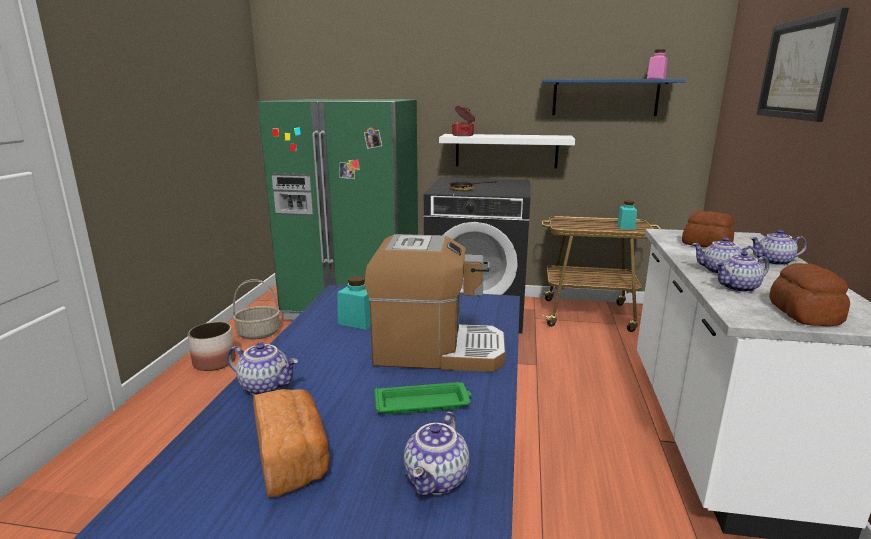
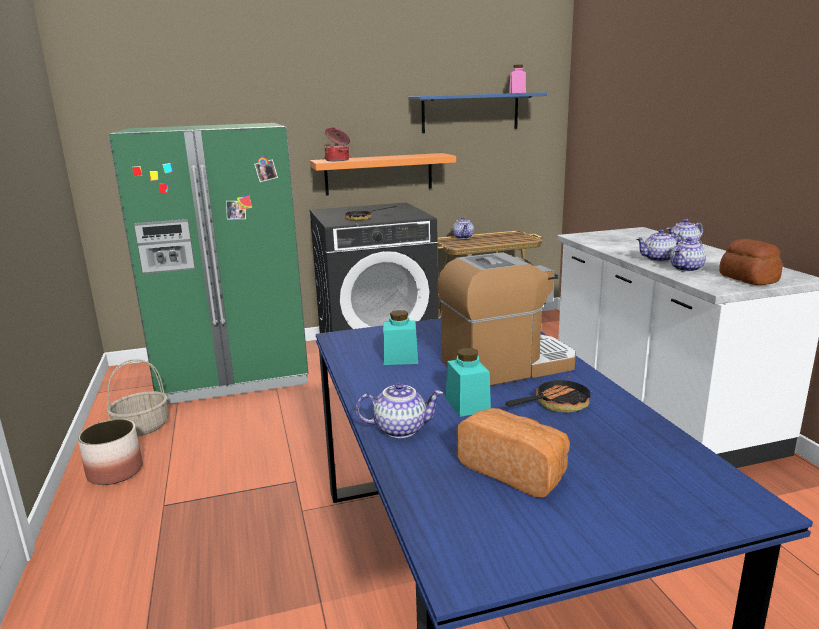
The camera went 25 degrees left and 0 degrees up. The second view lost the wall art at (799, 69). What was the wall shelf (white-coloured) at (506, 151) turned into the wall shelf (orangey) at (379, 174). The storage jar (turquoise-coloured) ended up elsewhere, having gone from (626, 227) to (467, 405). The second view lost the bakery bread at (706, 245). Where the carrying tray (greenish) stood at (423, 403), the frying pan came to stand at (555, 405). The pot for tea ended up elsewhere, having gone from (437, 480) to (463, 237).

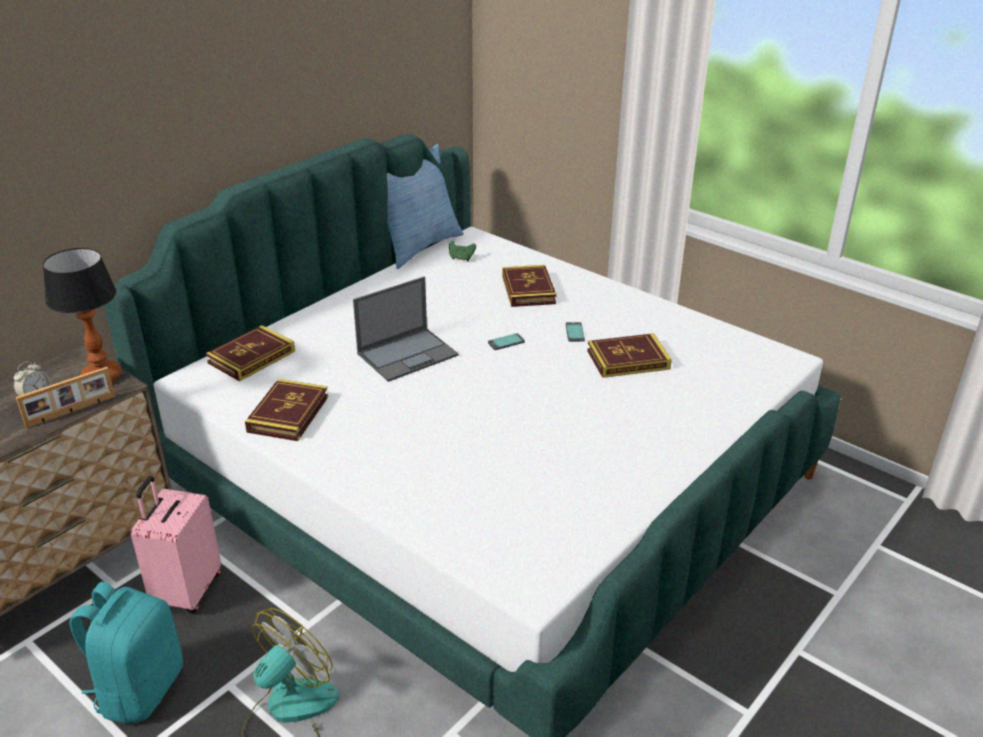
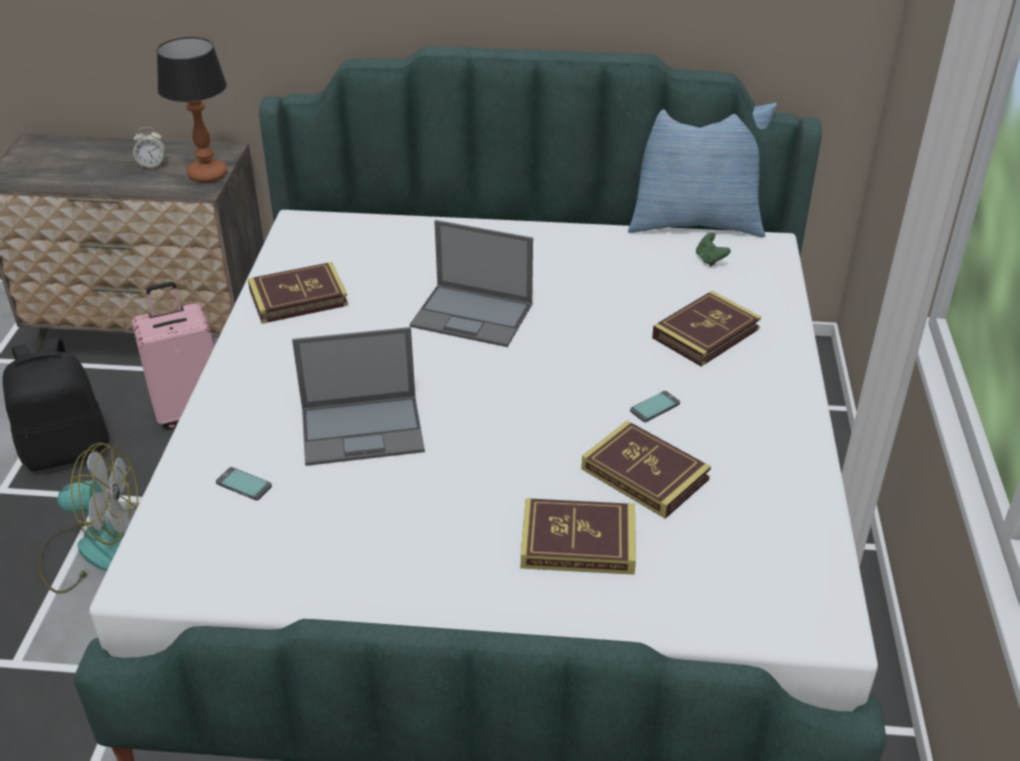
The camera went 55 degrees right and 5 degrees up. The book ended up elsewhere, having gone from (251, 357) to (578, 542). The telephone ended up elsewhere, having gone from (506, 342) to (243, 485). The second view lost the standing frame at (71, 412). What was the rucksack (turquoise-coloured) at (139, 689) turned into the rucksack (black-coloured) at (66, 450). The second view gained the laptop at (364, 429).

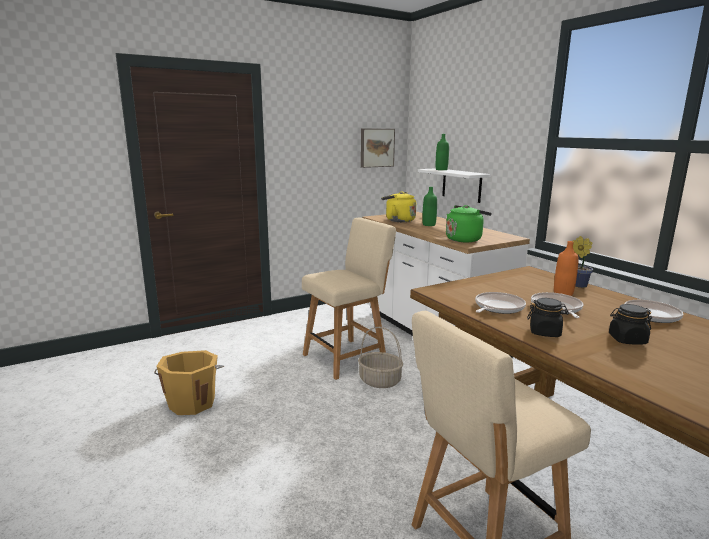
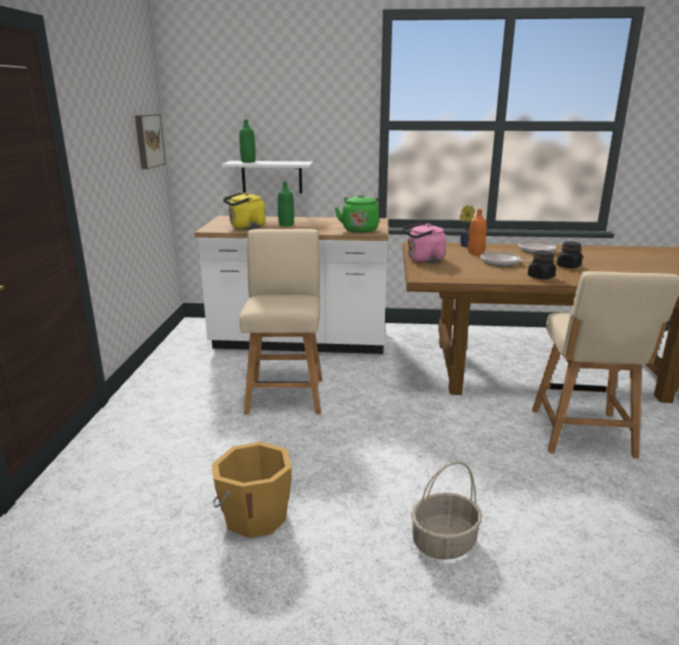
The camera went 55 degrees left and 5 degrees up. The second view lost the frying pan at (497, 307). The household basket ended up elsewhere, having gone from (379, 381) to (444, 543). The second view gained the tea kettle (pink-coloured) at (423, 260).

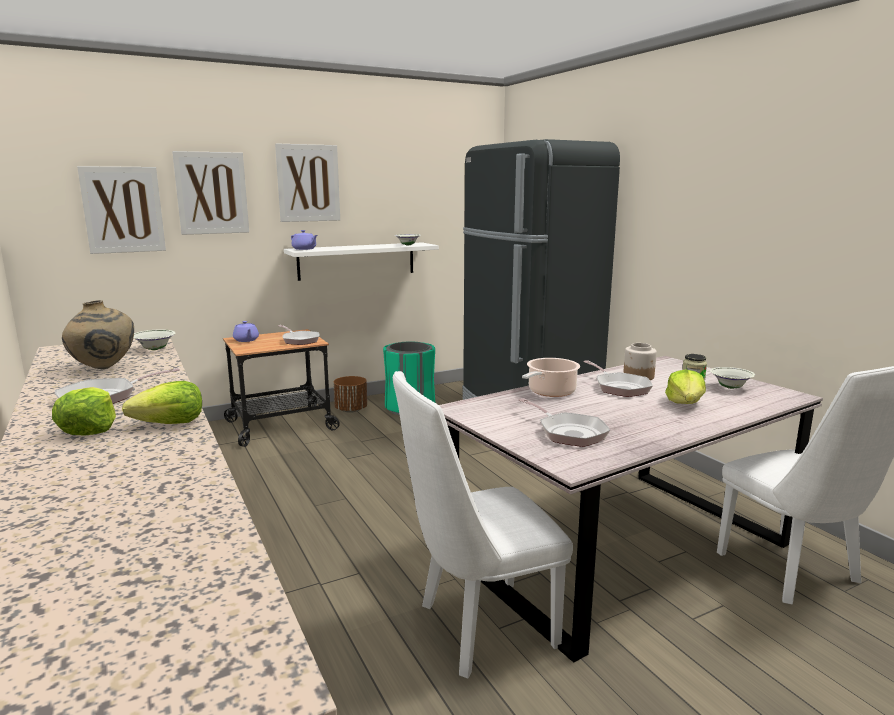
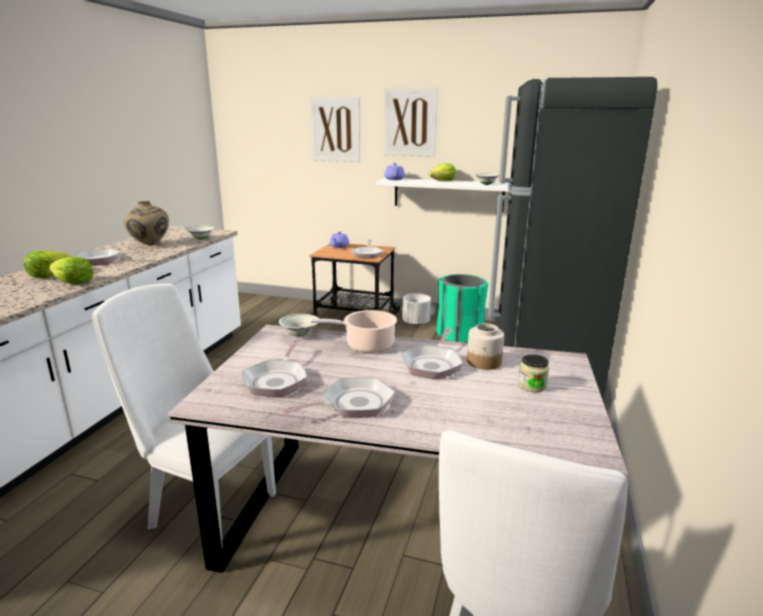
The camera went 45 degrees right and 5 degrees up. The second view lost the wall art at (123, 210). The deep dish (white-coloured) ended up elsewhere, having gone from (730, 387) to (300, 335). The lettuce ended up elsewhere, having gone from (685, 403) to (442, 181). What was the flower pot (brown-coloured) at (351, 410) turned into the flower pot (white-coloured) at (416, 323). The second view gained the frying pan at (353, 404).

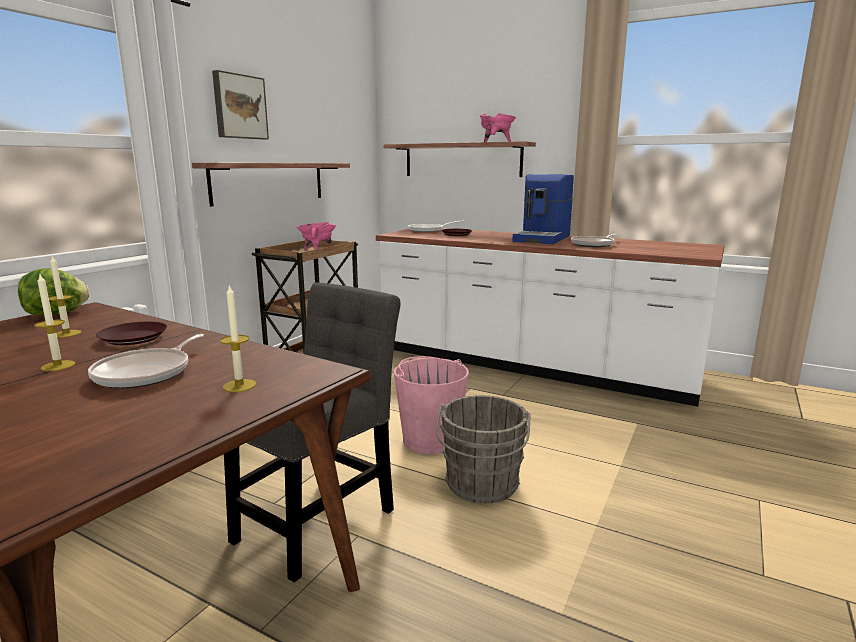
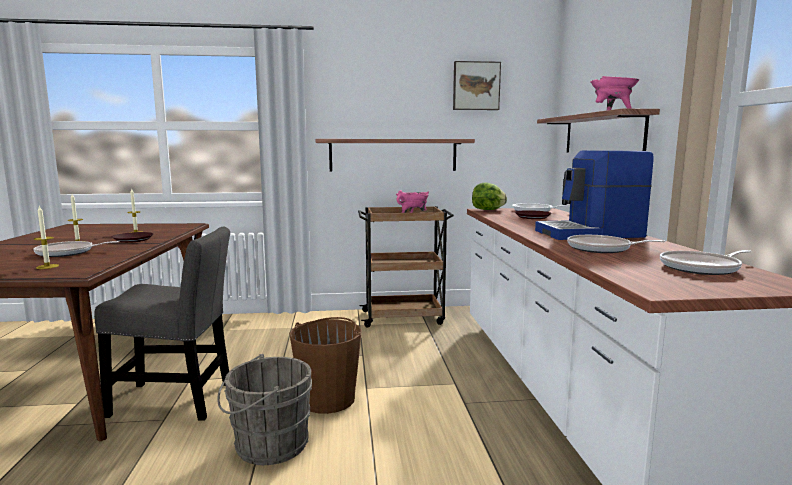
The camera went 55 degrees right and 5 degrees down. The wall art ended up elsewhere, having gone from (239, 107) to (476, 86). The lettuce ended up elsewhere, having gone from (57, 314) to (488, 210). What was the bucket (pink-coloured) at (430, 439) turned into the bucket (brown-coloured) at (328, 399). The second view gained the frying pan at (702, 268).

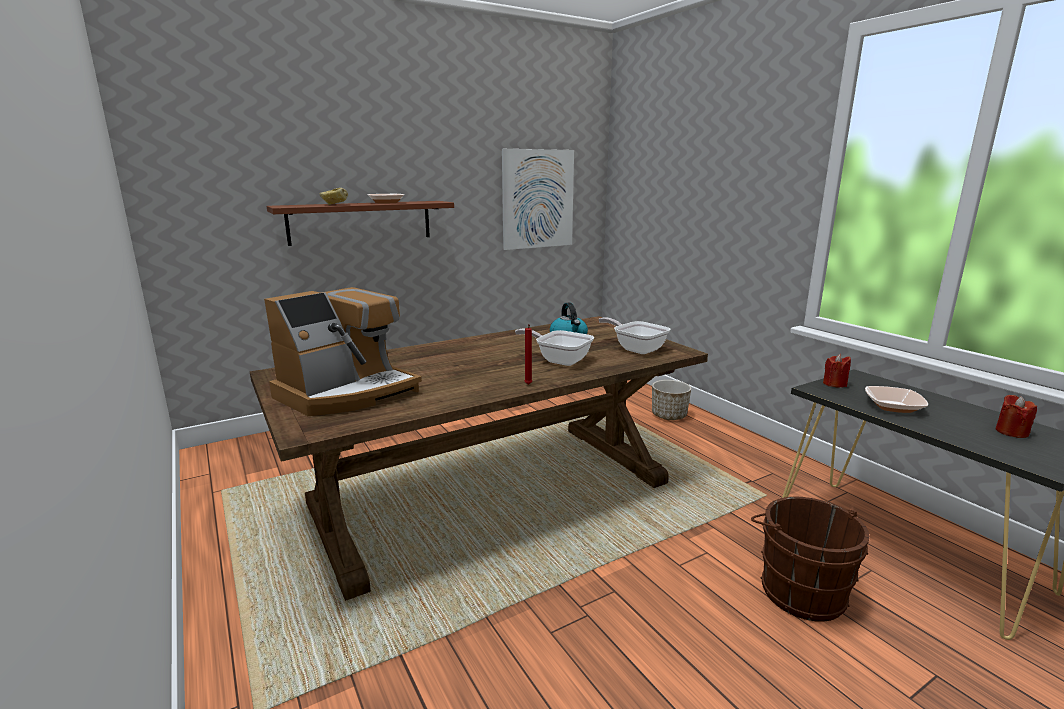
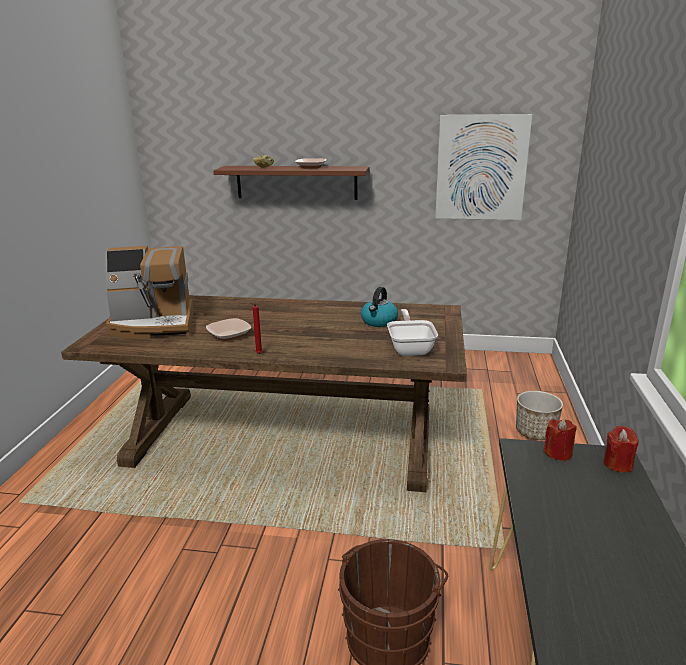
The camera went 40 degrees right and 5 degrees up. The second view lost the frying pan at (559, 360). The deep dish ended up elsewhere, having gone from (893, 406) to (229, 335). The wax light (red) ended up elsewhere, having gone from (1011, 432) to (618, 464).

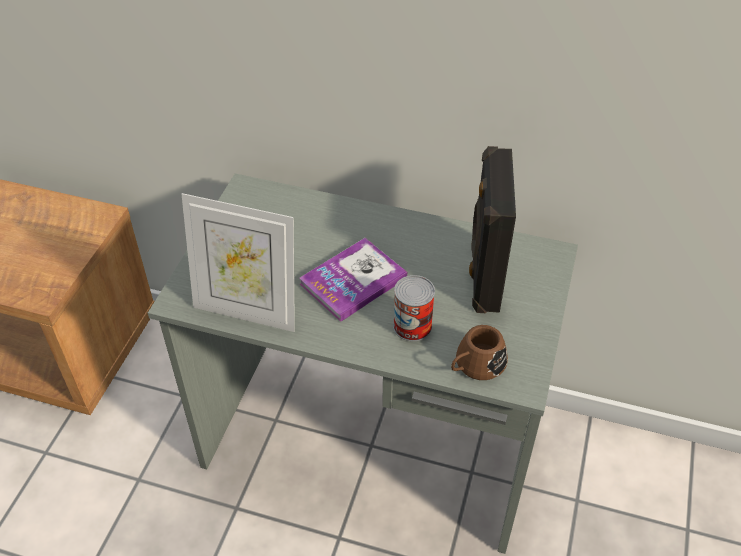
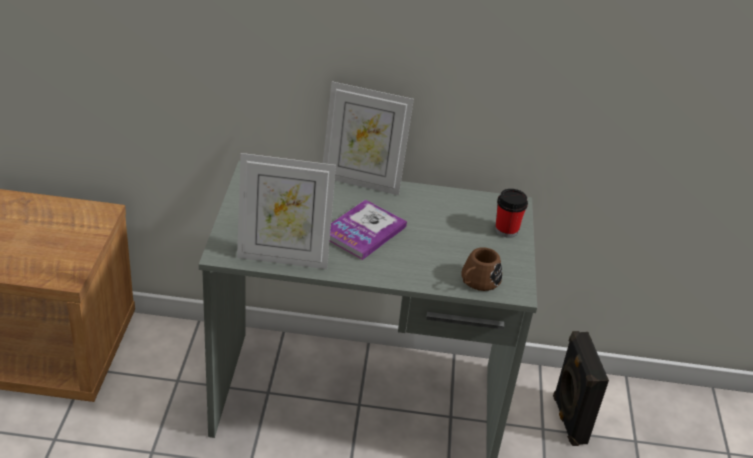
The camera went 15 degrees left and 10 degrees down. The loudspeaker (black-coloured) ended up elsewhere, having gone from (483, 277) to (568, 419). The second view lost the can at (412, 326). The second view gained the standing frame at (362, 181). The second view gained the small cup at (506, 230).

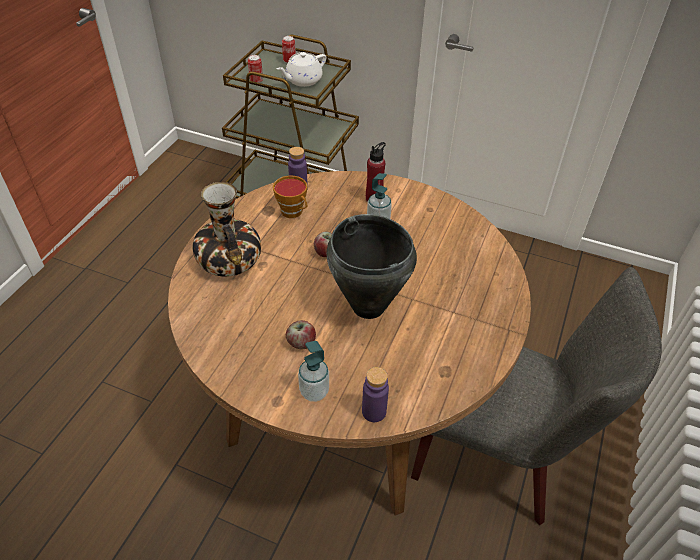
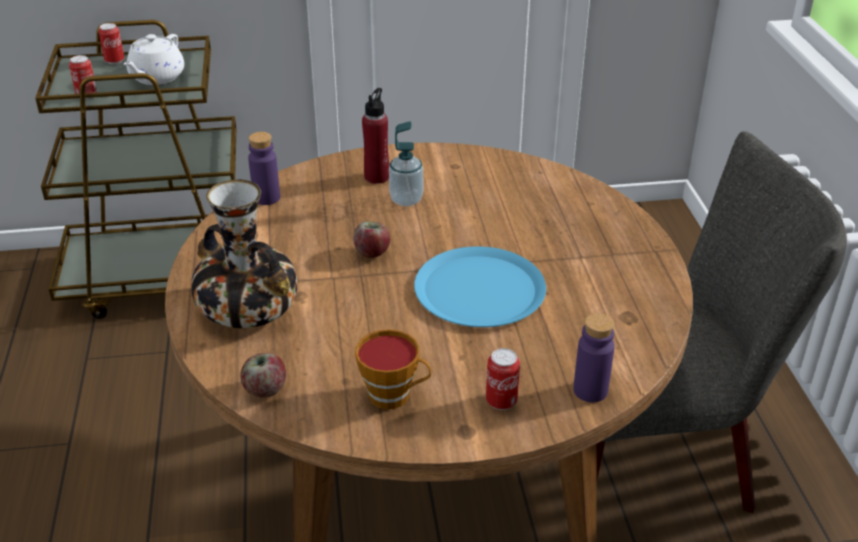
The camera went 30 degrees left and 10 degrees down. The small cup ended up elsewhere, having gone from (294, 212) to (394, 395). Where the stockpot (black-coloured) stood at (368, 307), the flat dish (blue) came to stand at (479, 289). The apple ended up elsewhere, having gone from (301, 342) to (265, 389). Where the liquid soap bottle stood at (314, 391), the can came to stand at (501, 401).

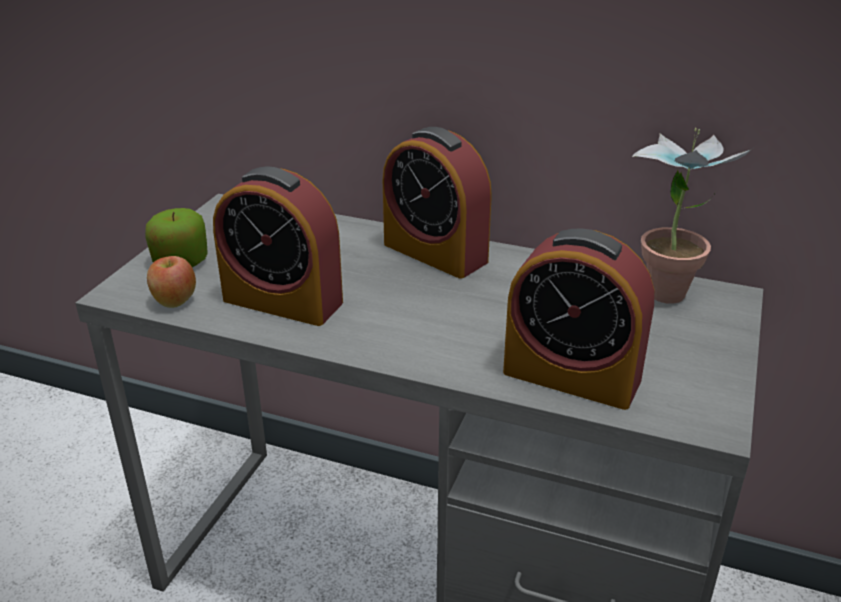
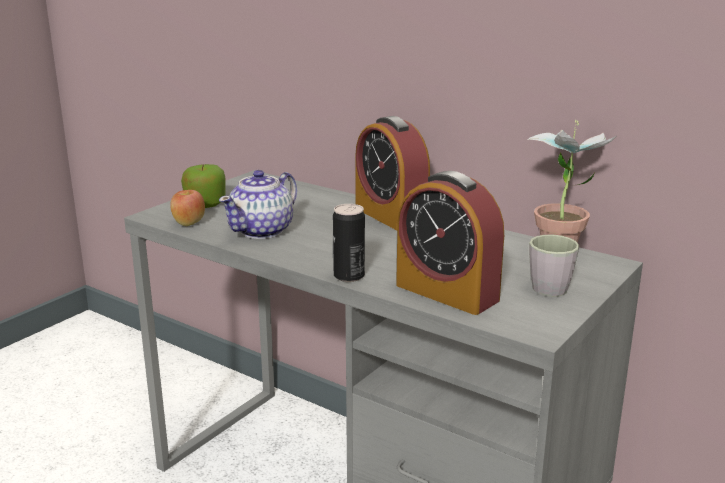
The camera went 15 degrees right and 10 degrees down. Where the bedside clock stood at (283, 301), the pot for tea came to stand at (262, 231). The second view gained the can at (349, 276). The second view gained the coffee mug (grey) at (545, 285).

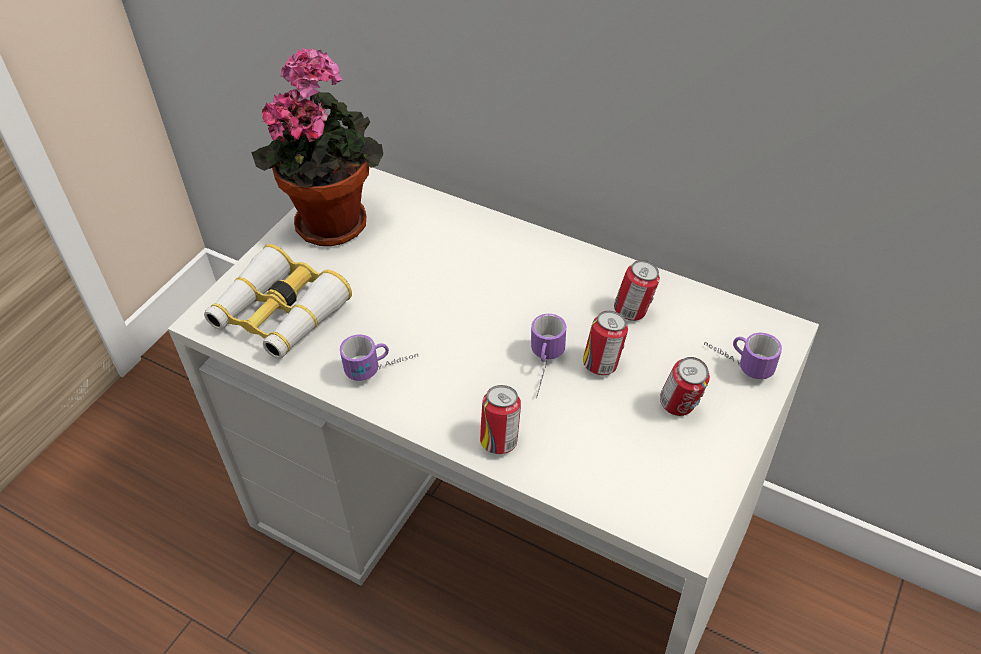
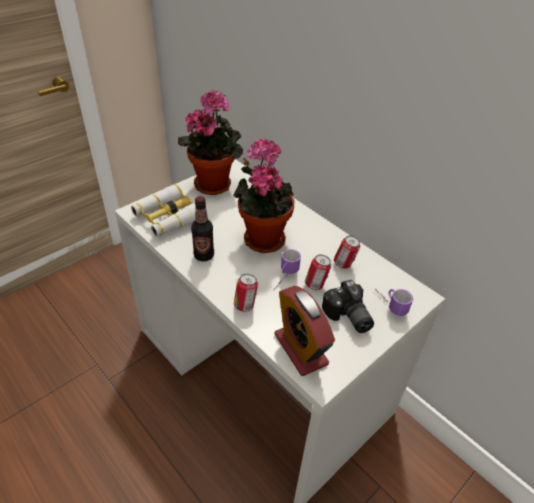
The camera went 15 degrees right and 5 degrees down. Where the coffee mug stood at (382, 369), the beverage bottle came to stand at (204, 255). Where the can stood at (680, 407), the still camera came to stand at (347, 317). The second view gained the houseplant at (262, 237). The second view gained the bedside clock at (300, 349).

